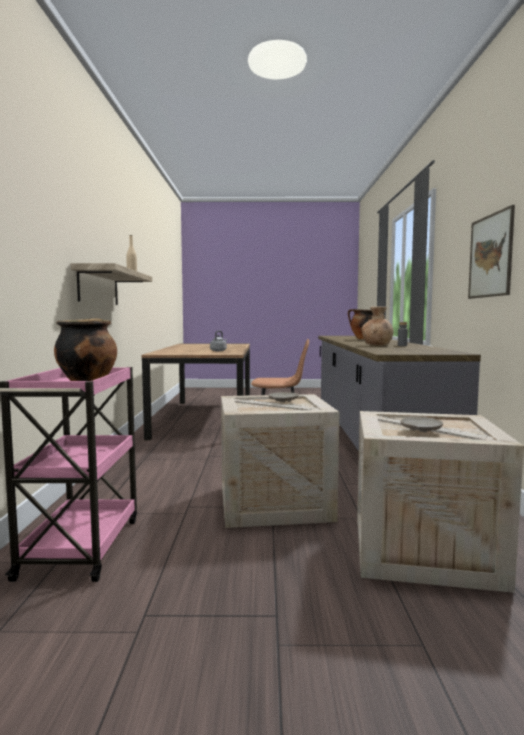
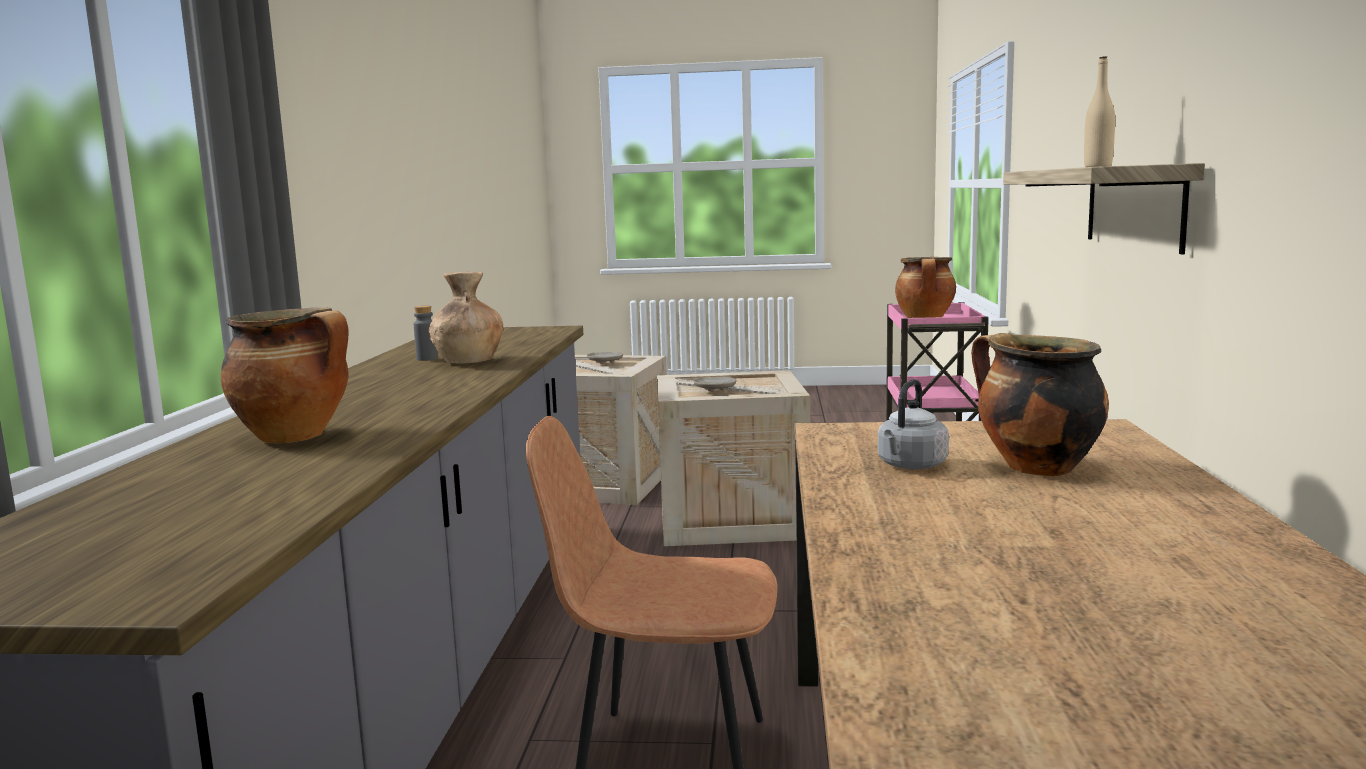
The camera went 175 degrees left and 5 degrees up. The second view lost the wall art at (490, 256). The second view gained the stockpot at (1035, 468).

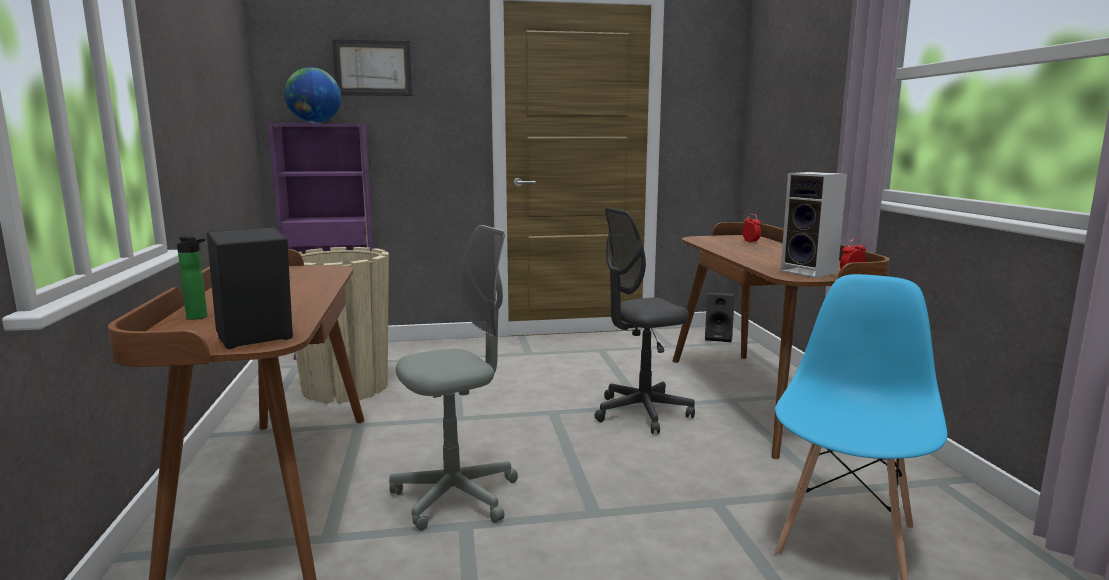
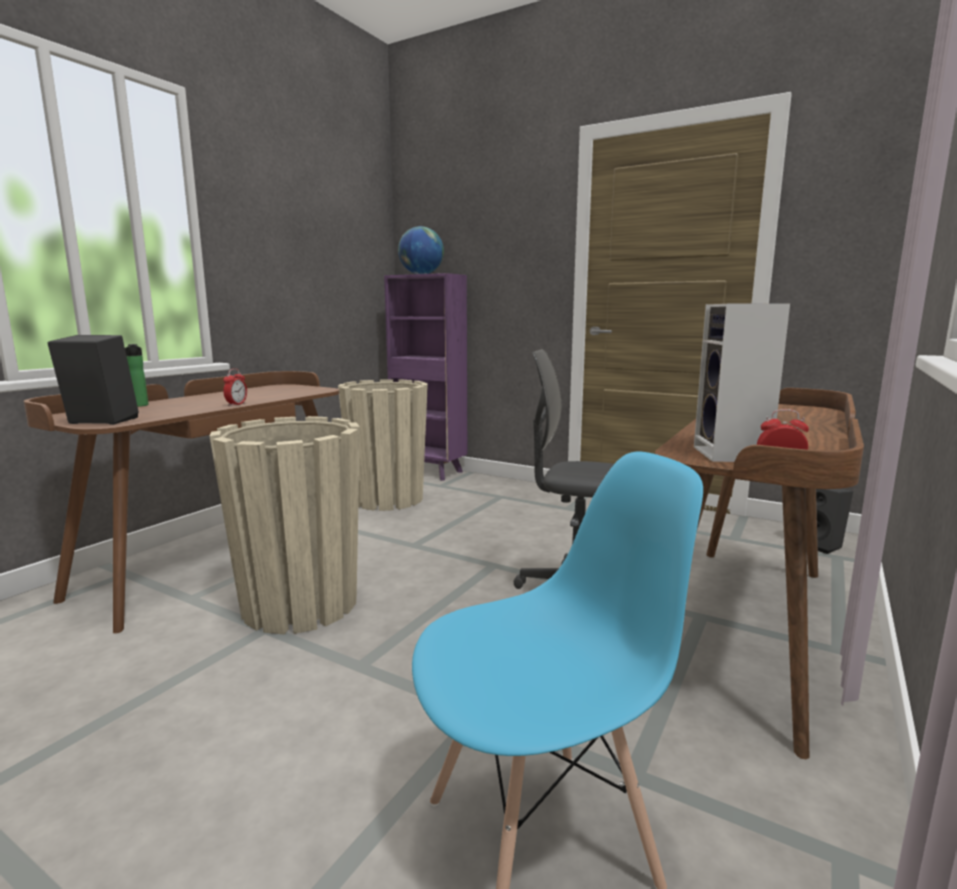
The camera went 40 degrees right and 0 degrees up. The second view lost the wall art at (373, 68). The bedside clock ended up elsewhere, having gone from (750, 242) to (236, 404). Where the office chair (grey) stood at (456, 497), the flower pot (beige-coloured) came to stand at (300, 604).

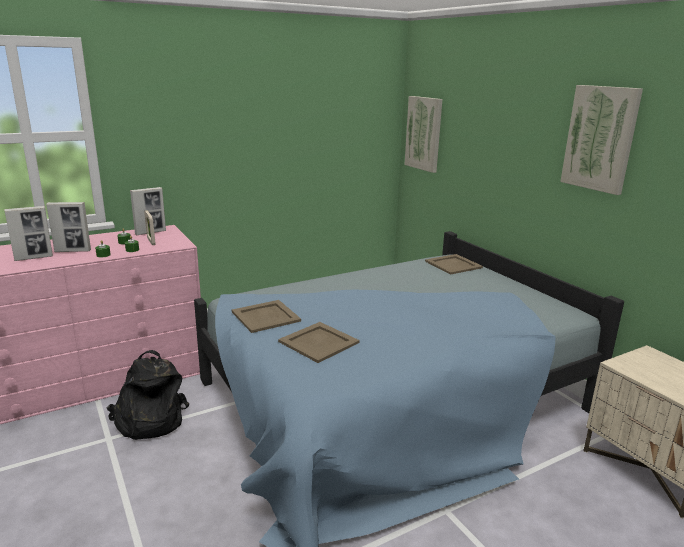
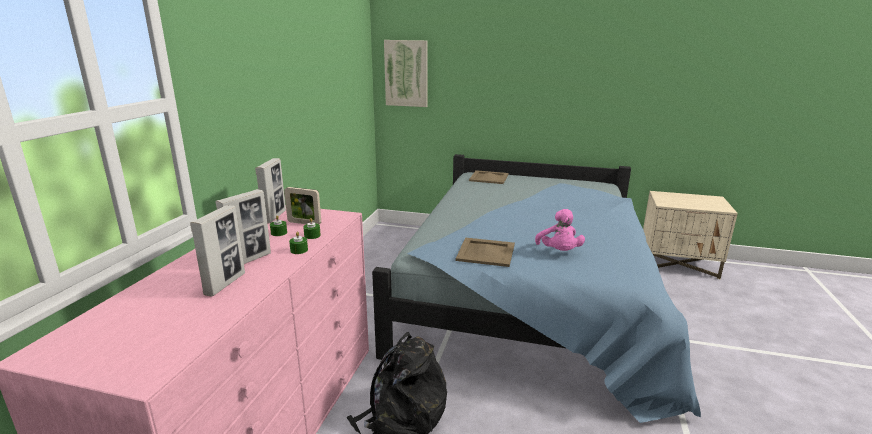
The camera went 45 degrees left and 0 degrees up. The second view lost the wall art at (600, 138). Where the carrying tray (beige-coloured) stood at (318, 342), the cuddly toy (pink-coloured) came to stand at (559, 252).

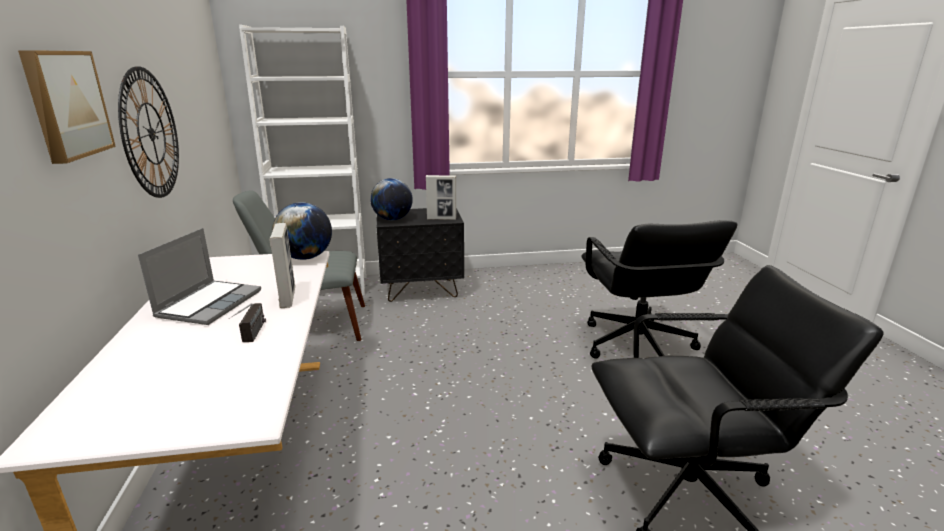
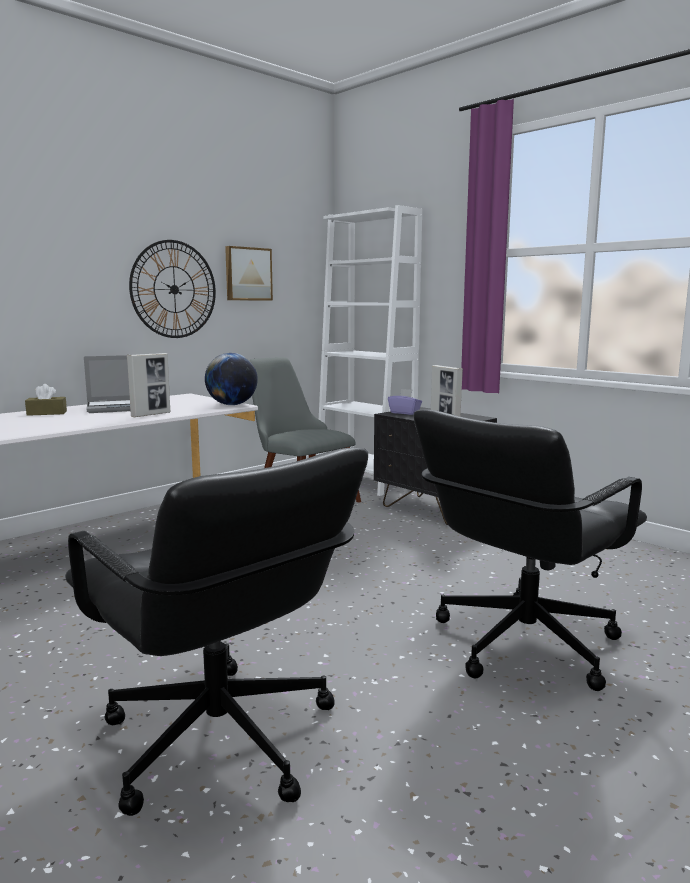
The camera went 55 degrees right and 10 degrees down. The wall art ended up elsewhere, having gone from (66, 104) to (247, 274). Where the globe stood at (392, 219), the tissue box (purple) came to stand at (404, 413). The second view lost the radio set at (251, 337). The second view gained the tissue box (brown-coloured) at (47, 413).

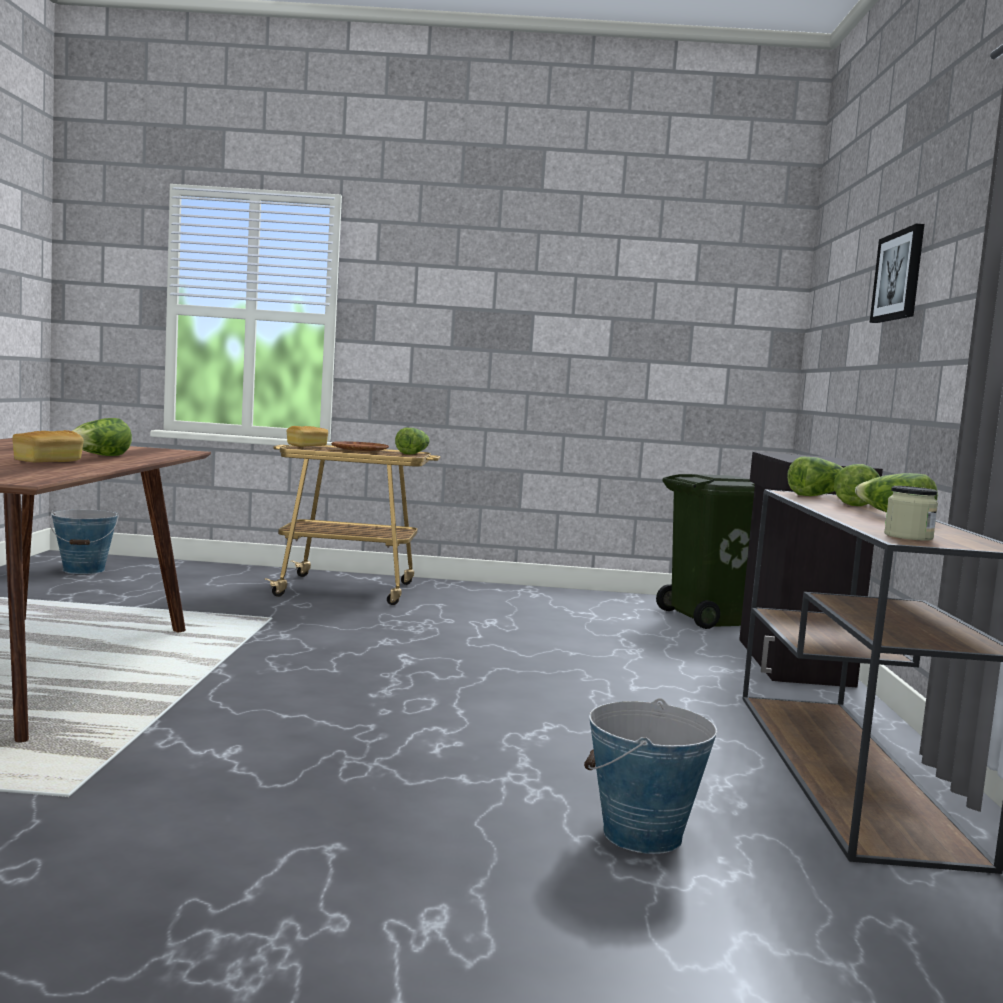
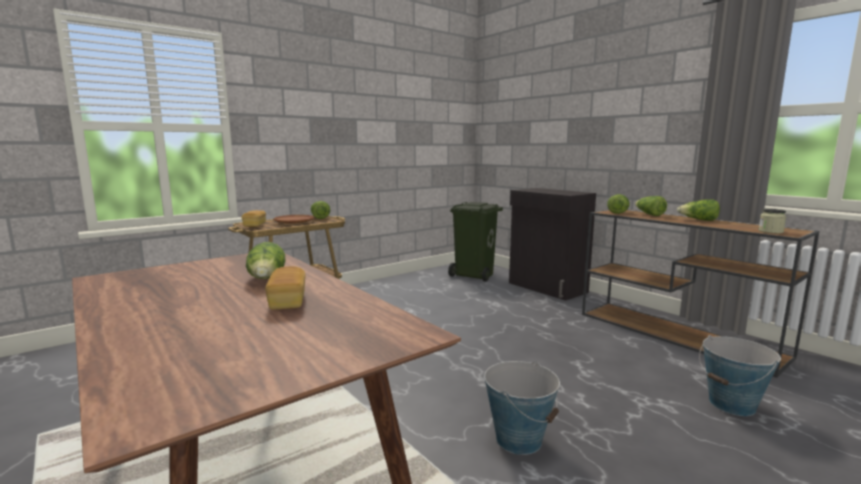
The camera went 40 degrees left and 5 degrees up. The second view lost the wall art at (899, 276). The bucket ended up elsewhere, having gone from (84, 570) to (519, 439).

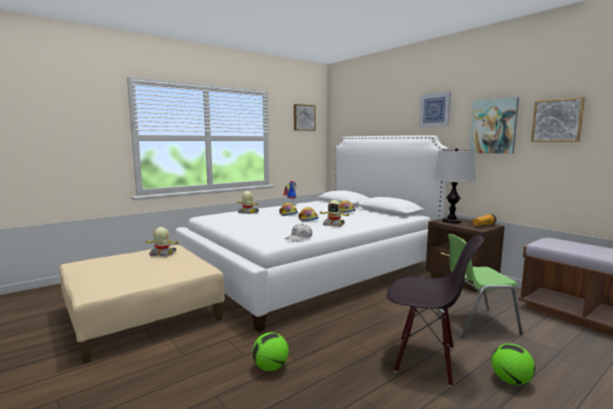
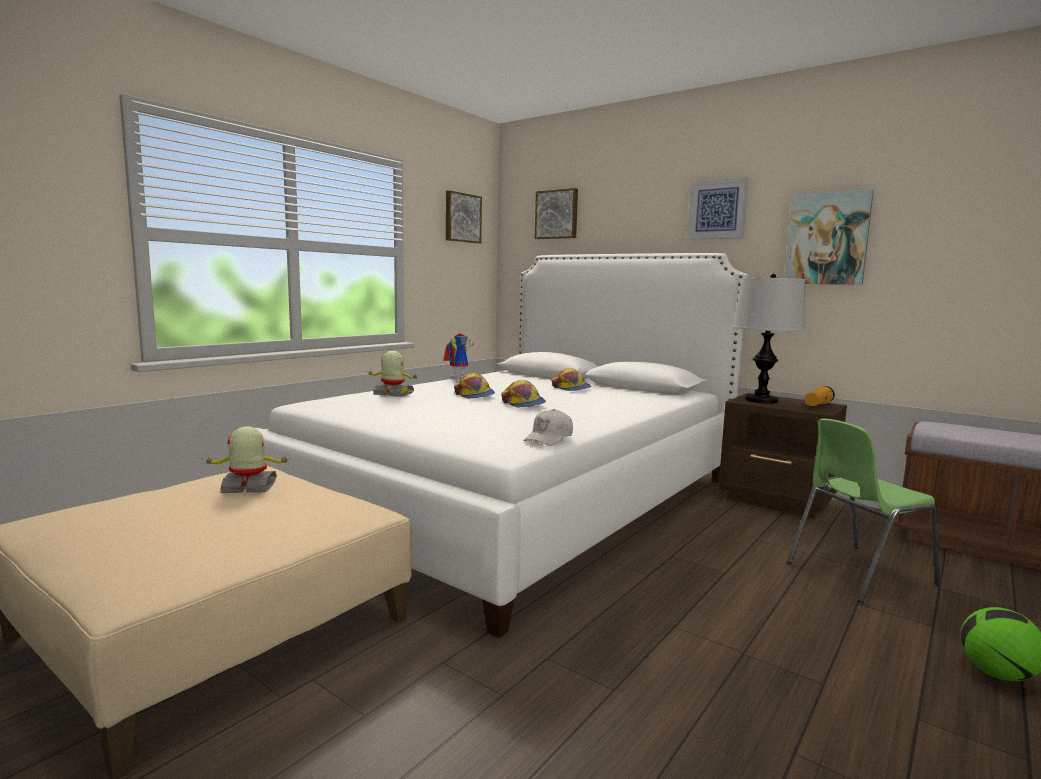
The camera went 15 degrees left and 0 degrees up. The wall art ended up elsewhere, having gone from (557, 120) to (557, 214). The second view lost the toy robot at (334, 225). The second view lost the chair (black-coloured) at (425, 359). The second view lost the football ball at (270, 367).

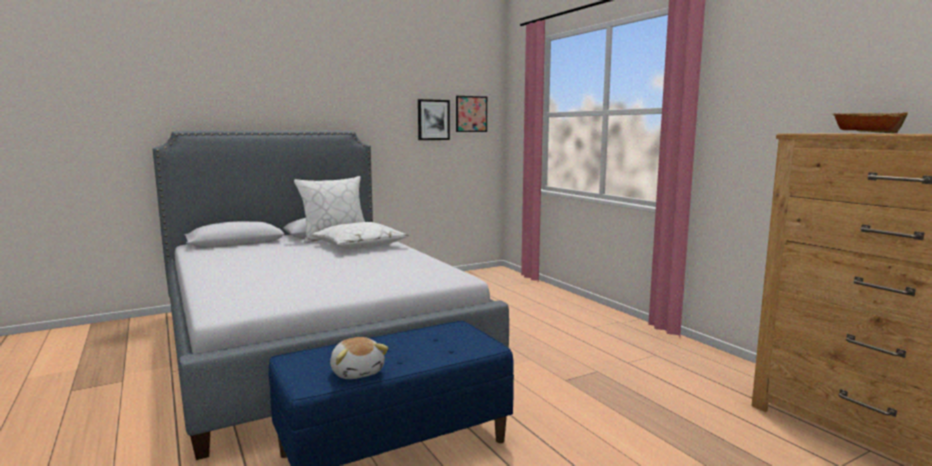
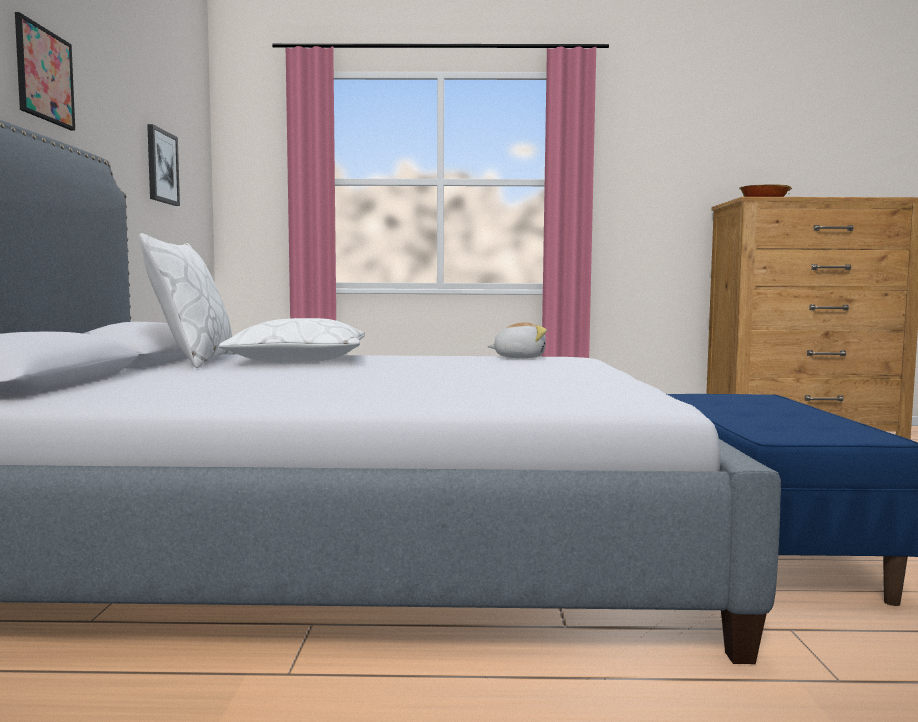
The camera went 60 degrees left and 5 degrees down. The wall art ended up elsewhere, having gone from (471, 114) to (44, 75). The cuddly toy ended up elsewhere, having gone from (357, 372) to (519, 357).

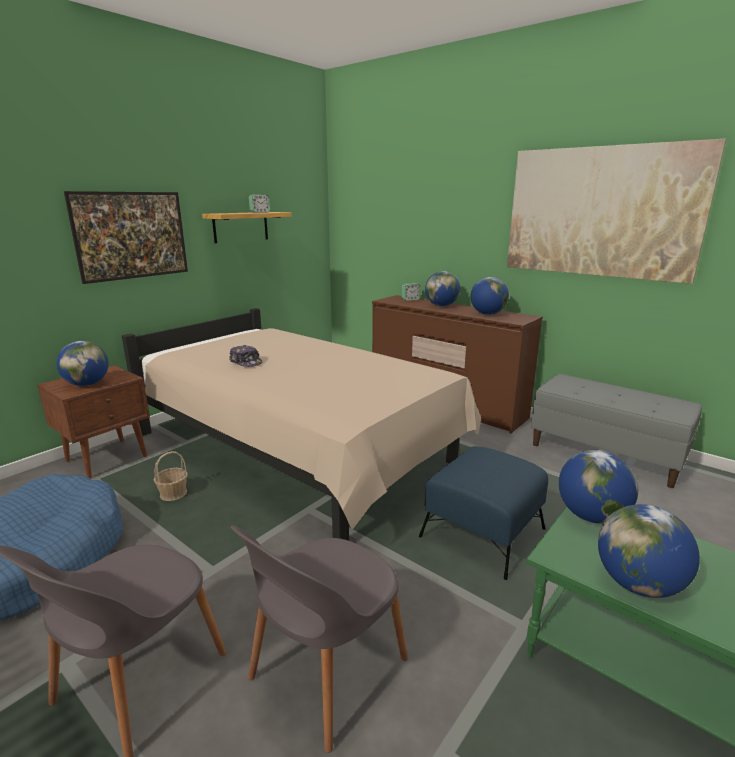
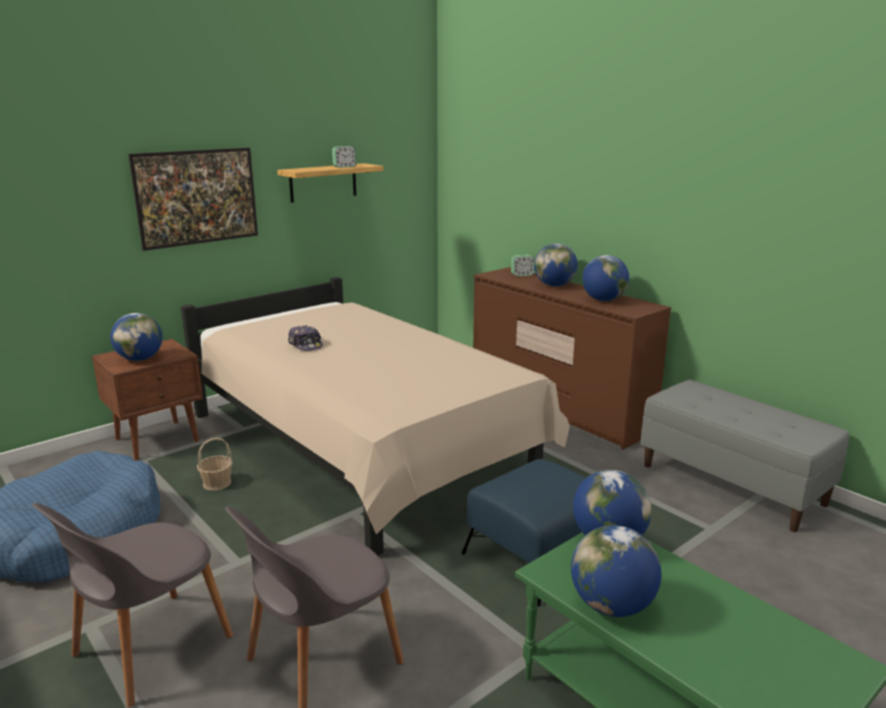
The camera went 10 degrees right and 0 degrees up. The second view lost the wall art at (600, 212).

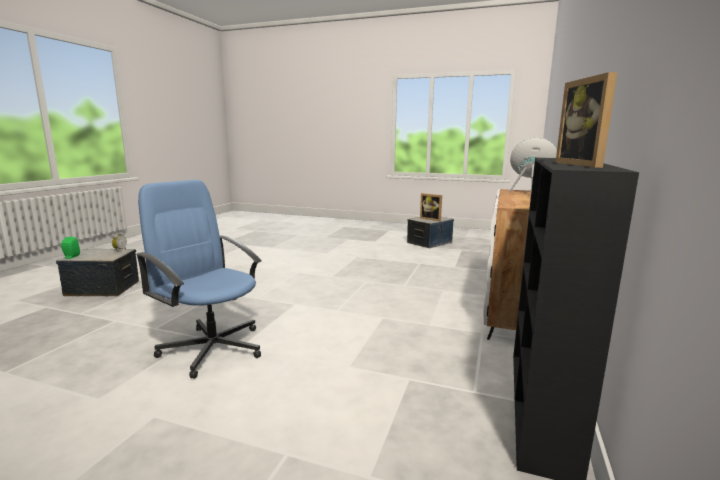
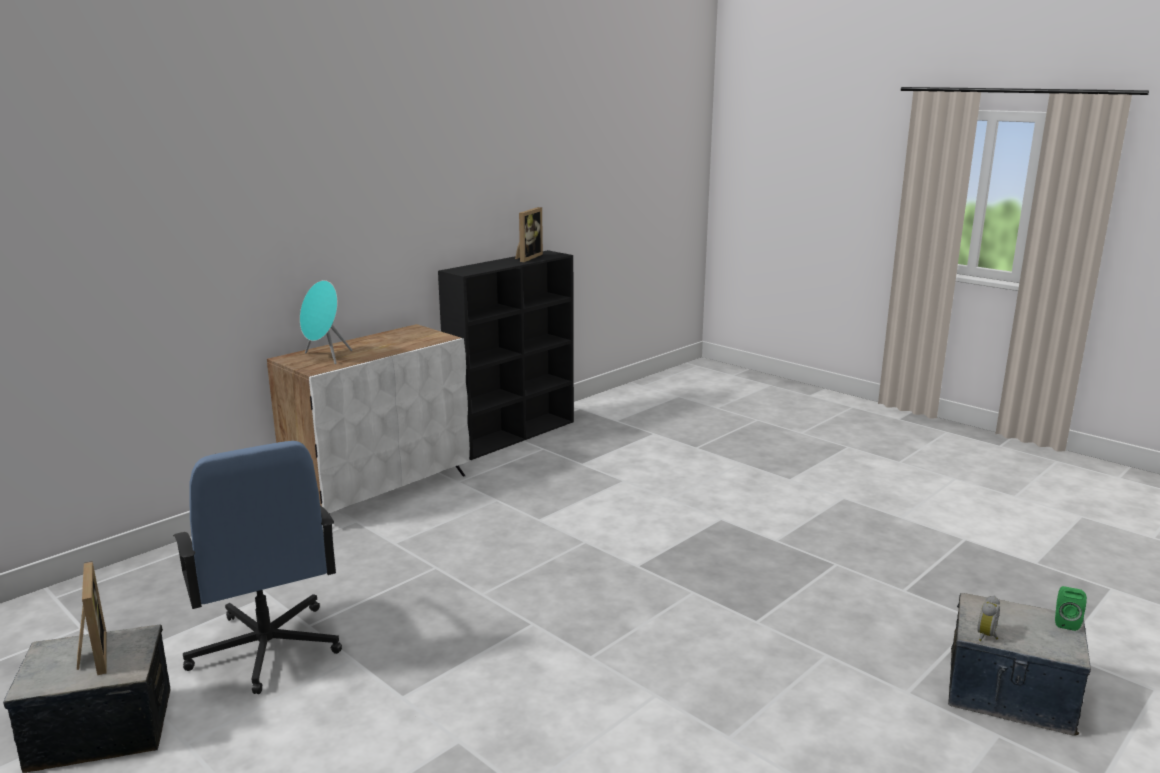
The camera went 155 degrees left and 5 degrees up. The office chair (blue) ended up elsewhere, having gone from (212, 348) to (266, 649).

